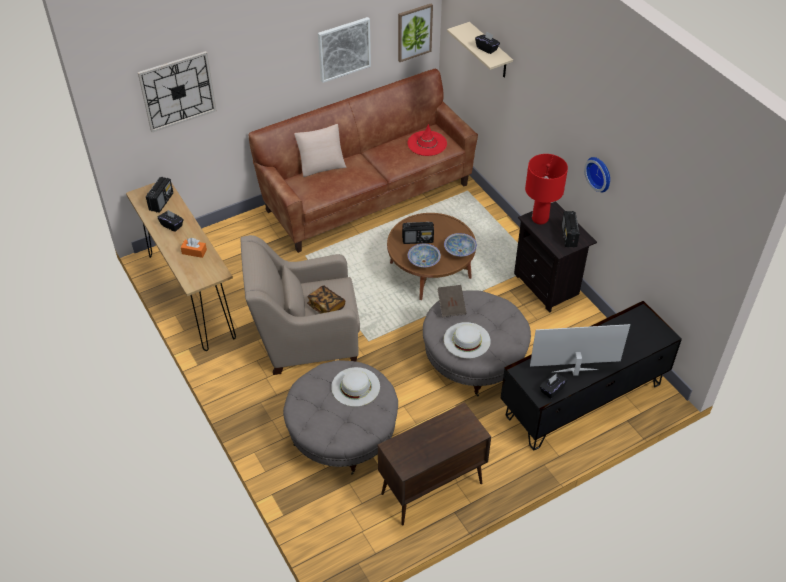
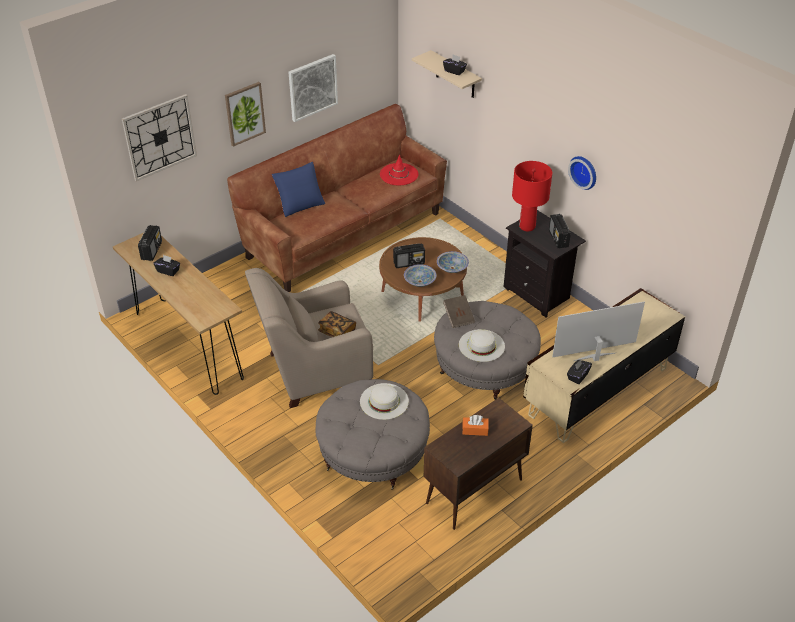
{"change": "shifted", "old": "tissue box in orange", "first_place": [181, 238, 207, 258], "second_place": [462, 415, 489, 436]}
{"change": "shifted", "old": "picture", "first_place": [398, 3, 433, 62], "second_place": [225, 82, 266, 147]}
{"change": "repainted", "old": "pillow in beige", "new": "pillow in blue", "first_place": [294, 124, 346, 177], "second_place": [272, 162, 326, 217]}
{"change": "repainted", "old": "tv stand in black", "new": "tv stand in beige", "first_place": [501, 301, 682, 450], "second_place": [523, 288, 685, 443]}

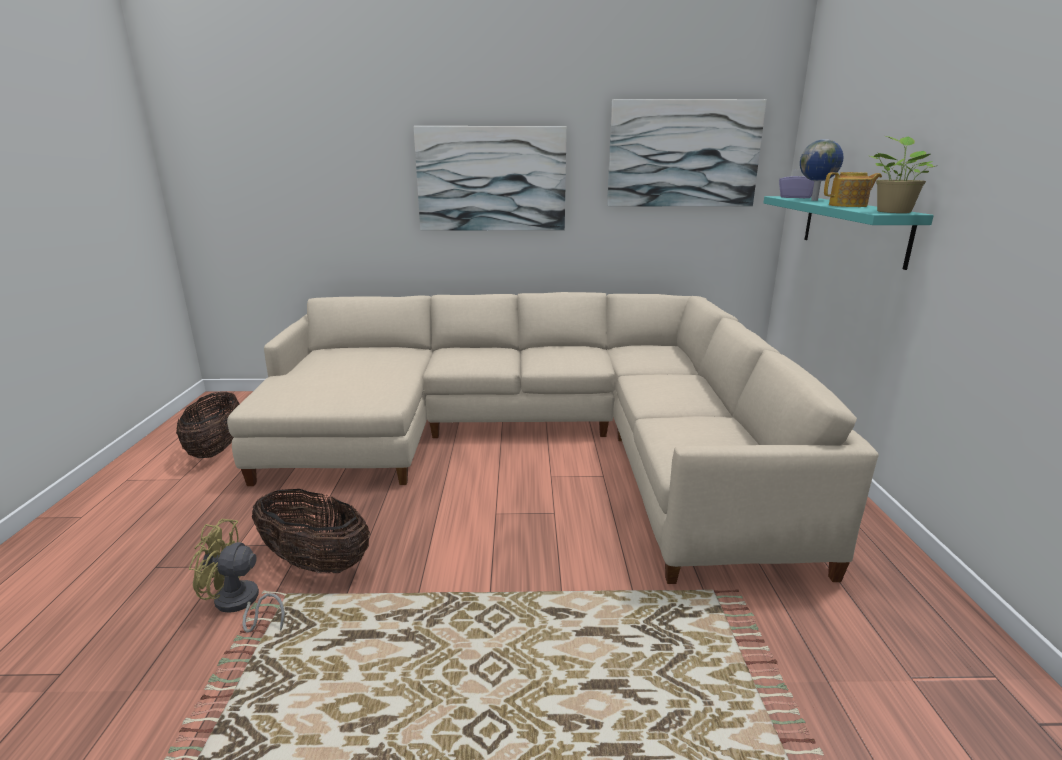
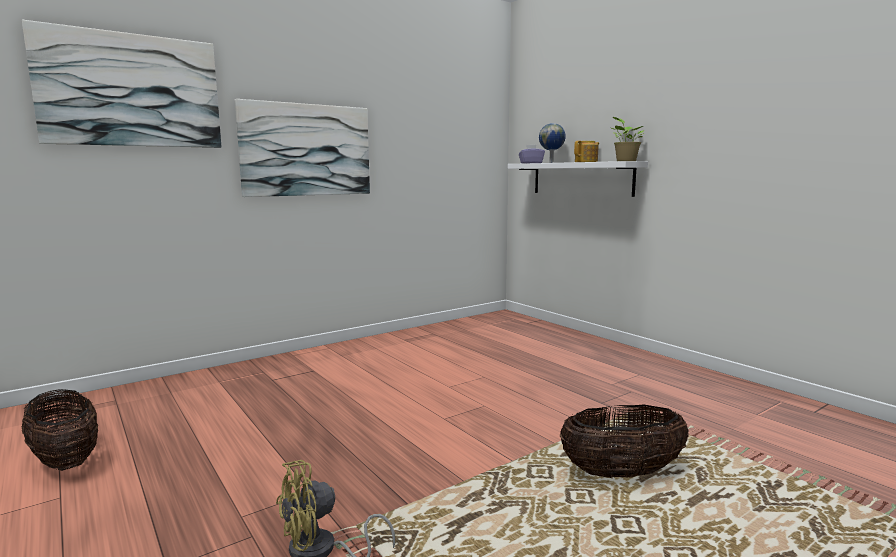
{"change": "gone", "old": "sofa in beige", "first_place": [227, 292, 879, 584]}
{"change": "shifted", "old": "basket", "first_place": [252, 489, 370, 573], "second_place": [560, 405, 689, 478]}
{"change": "shifted", "old": "picture", "first_place": [607, 99, 767, 206], "second_place": [22, 20, 221, 148]}
{"change": "repainted", "old": "shelf in turquoise", "new": "shelf in white", "first_place": [763, 196, 934, 270], "second_place": [508, 161, 648, 197]}

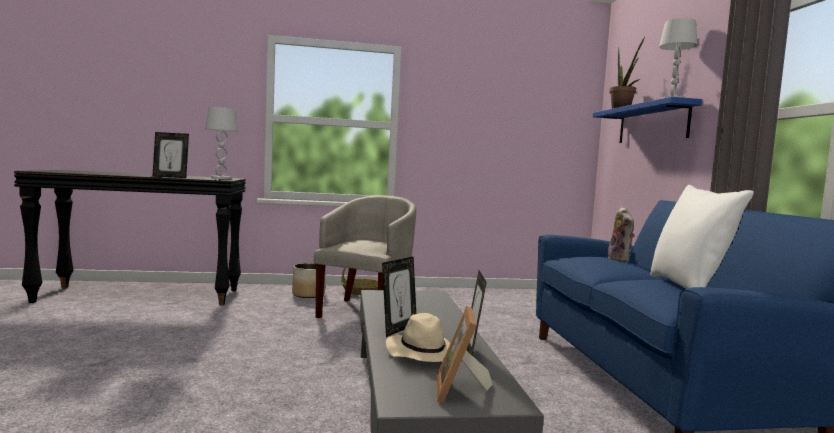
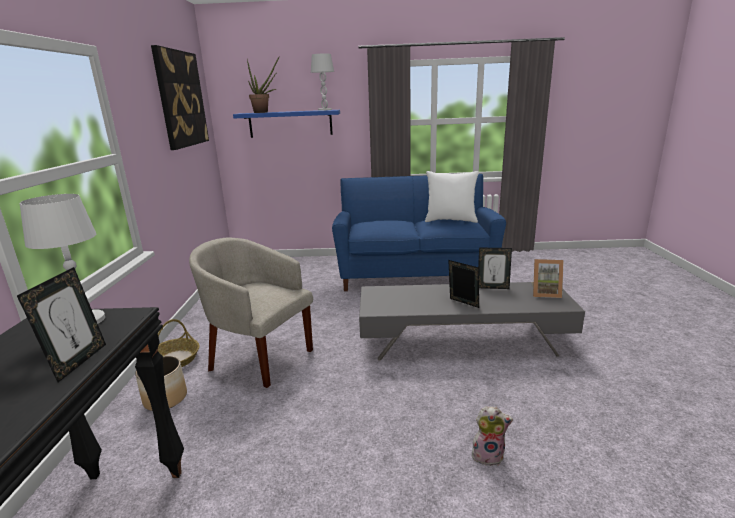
{"change": "gone", "old": "hat in beige", "first_place": [386, 313, 450, 362]}
{"change": "new", "new": "picture", "second_place": [151, 45, 209, 150]}
{"change": "shifted", "old": "plush toy", "first_place": [608, 207, 635, 262], "second_place": [472, 406, 513, 466]}

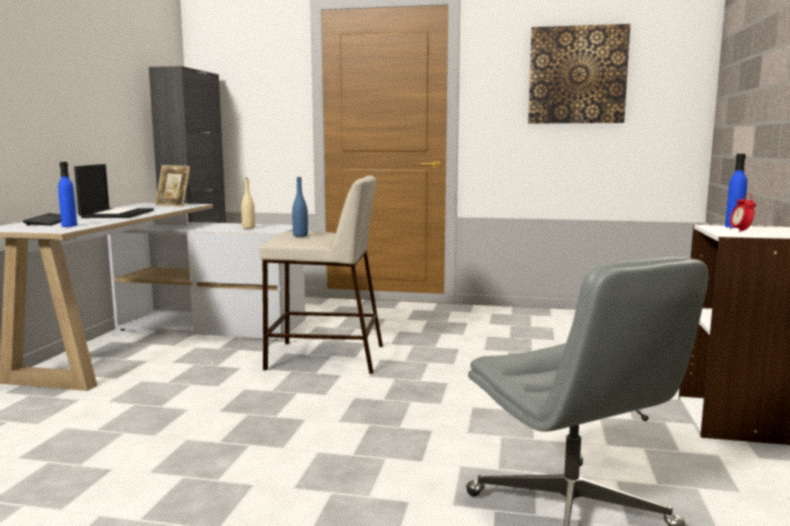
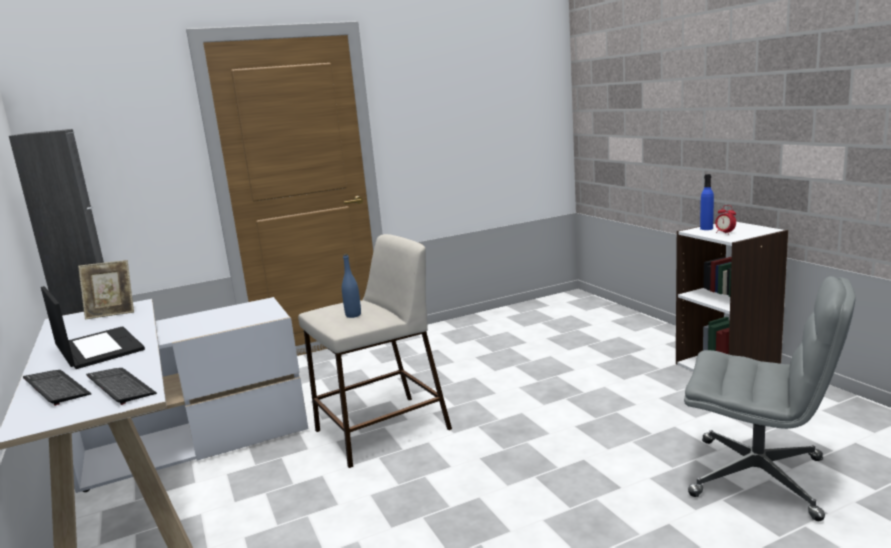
{"change": "gone", "old": "bottle in beige", "first_place": [241, 178, 255, 229]}
{"change": "gone", "old": "picture", "first_place": [528, 24, 630, 123]}
{"change": "swapped", "old": "bottle in blue", "new": "keyboard", "first_place": [58, 162, 77, 227], "second_place": [86, 368, 157, 405]}

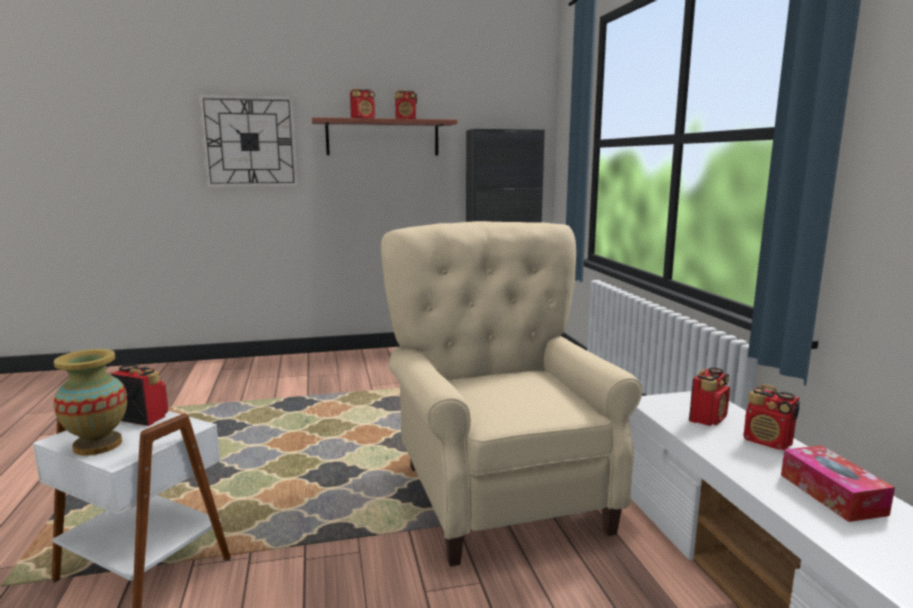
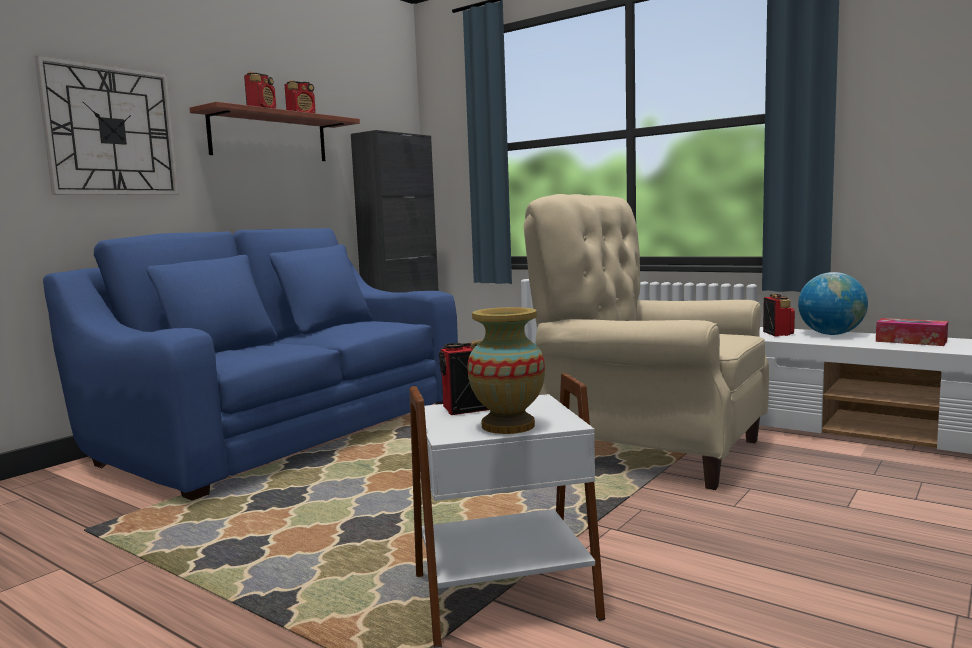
{"change": "new", "new": "sofa in blue", "second_place": [43, 228, 458, 500]}
{"change": "swapped", "old": "radio", "new": "globe", "first_place": [743, 384, 800, 450], "second_place": [798, 272, 868, 335]}

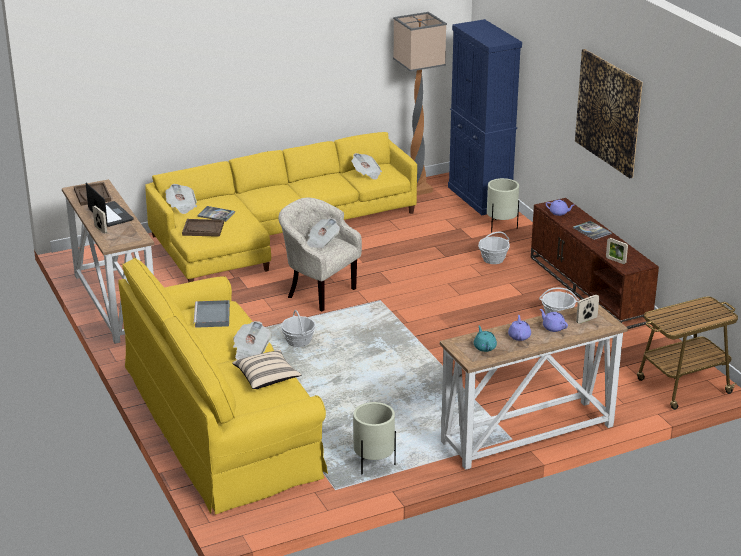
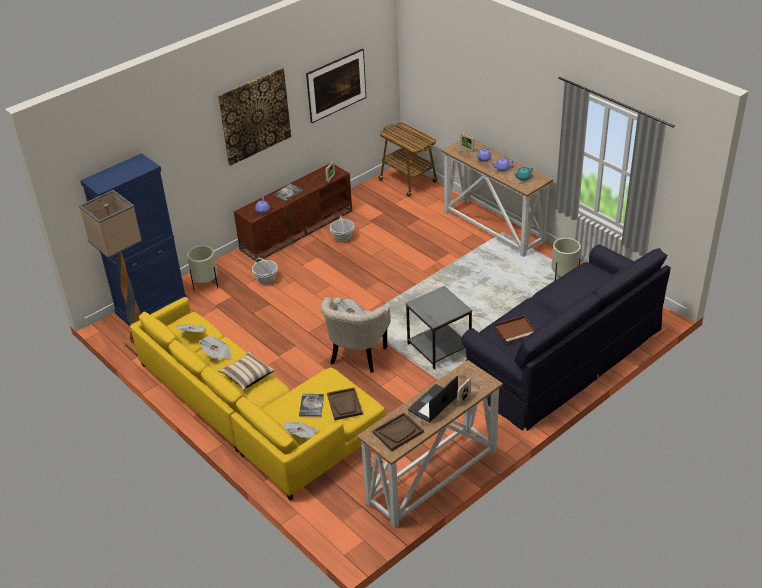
{"change": "new", "new": "picture", "second_place": [306, 49, 366, 123]}
{"change": "shifted", "old": "pillow in beige", "first_place": [232, 350, 301, 389], "second_place": [219, 351, 275, 391]}
{"change": "shifted", "old": "newspaper", "first_place": [233, 321, 271, 360], "second_place": [199, 336, 232, 360]}
{"change": "swapped", "old": "basket", "new": "side table in grey", "first_place": [281, 310, 316, 347], "second_place": [406, 286, 472, 369]}
{"change": "repainted", "old": "sofa in yellow", "new": "sofa in black", "first_place": [118, 258, 328, 515], "second_place": [462, 245, 671, 431]}
{"change": "repainted", "old": "tray in grey", "new": "tray in brown", "first_place": [194, 300, 230, 328], "second_place": [494, 315, 535, 344]}

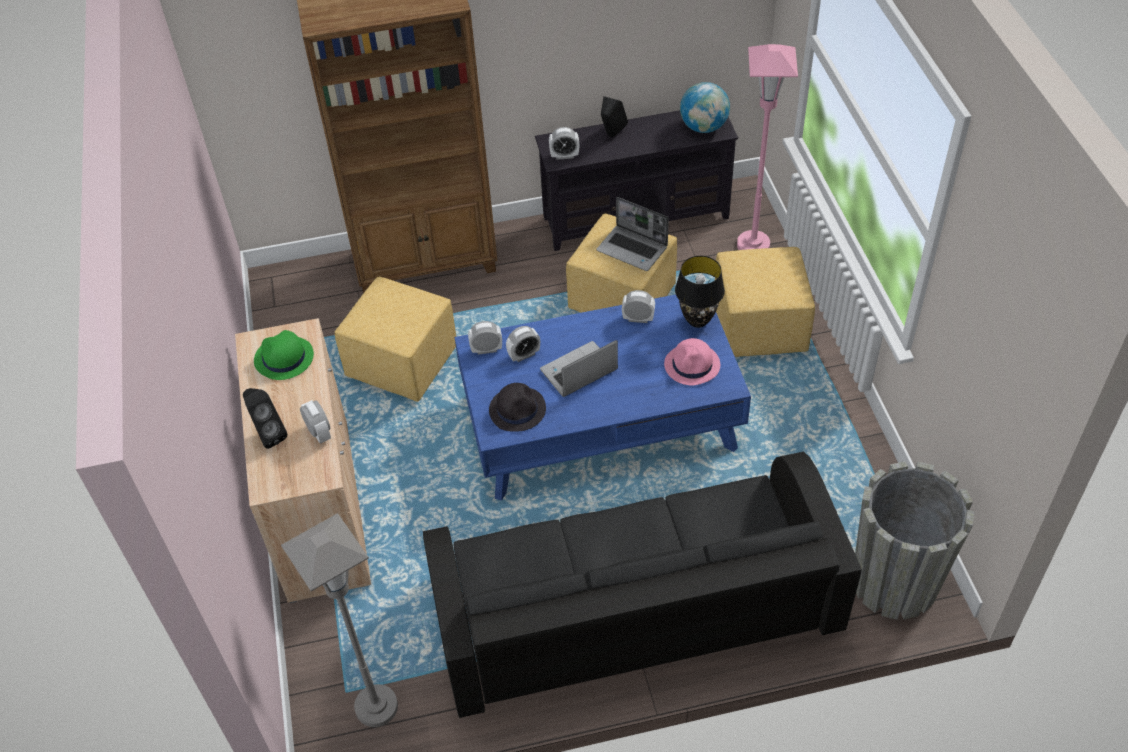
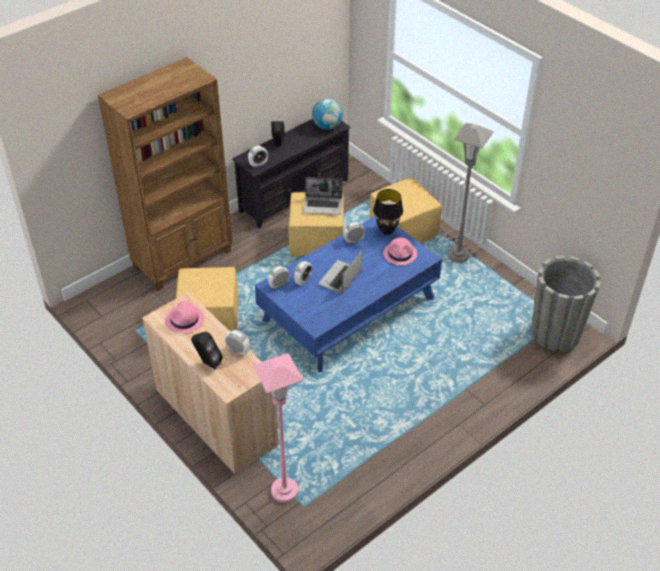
{"change": "gone", "old": "sofa in black", "first_place": [423, 451, 862, 718]}
{"change": "gone", "old": "hat in black", "first_place": [489, 383, 546, 432]}
{"change": "shifted", "old": "floor lamp in grey", "first_place": [281, 513, 398, 727], "second_place": [448, 123, 494, 263]}
{"change": "shifted", "old": "floor lamp in pink", "first_place": [737, 44, 798, 250], "second_place": [253, 353, 304, 503]}
{"change": "repainted", "old": "hat in green", "new": "hat in pink", "first_place": [254, 330, 314, 380], "second_place": [165, 301, 204, 333]}

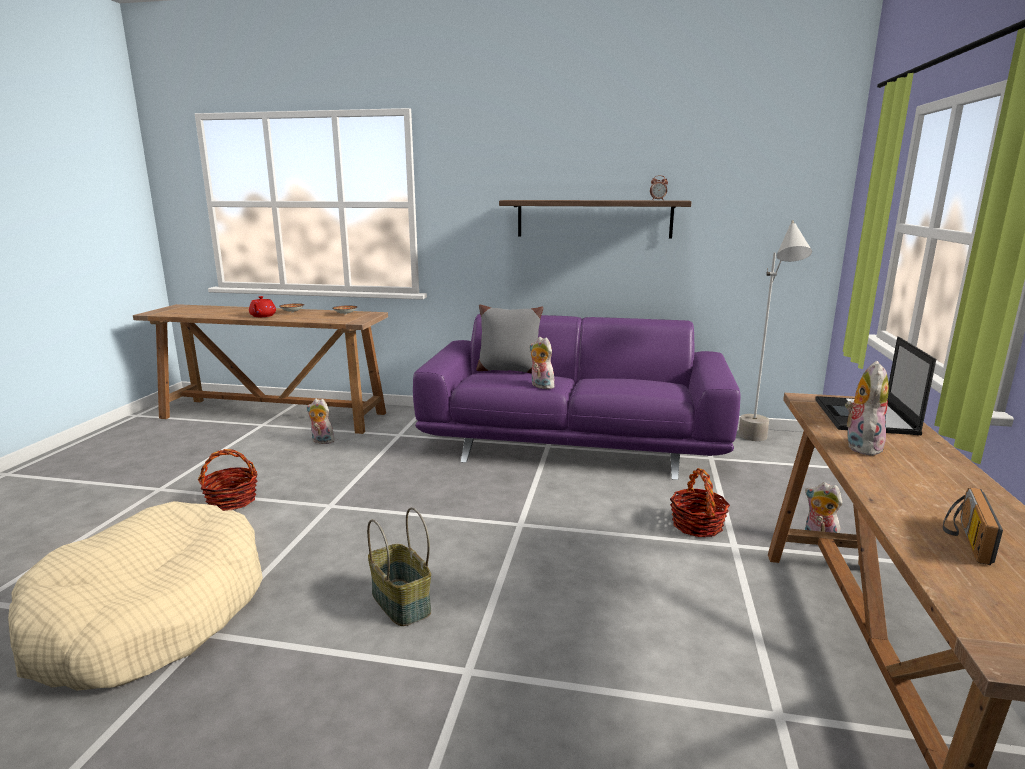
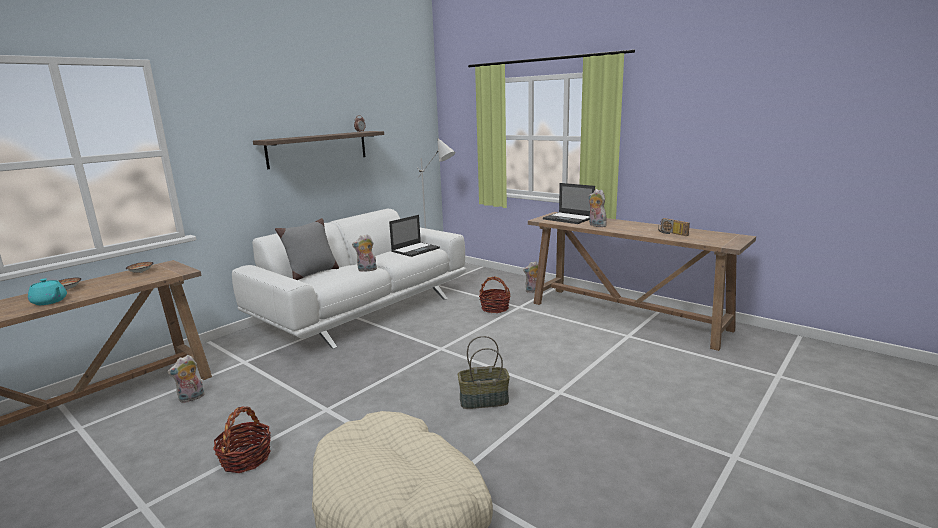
{"change": "new", "new": "laptop", "second_place": [389, 215, 440, 257]}
{"change": "repainted", "old": "teapot in red", "new": "teapot in turquoise", "first_place": [249, 296, 276, 317], "second_place": [28, 278, 67, 305]}
{"change": "repainted", "old": "sofa in purple", "new": "sofa in white", "first_place": [413, 314, 740, 480], "second_place": [232, 209, 466, 349]}

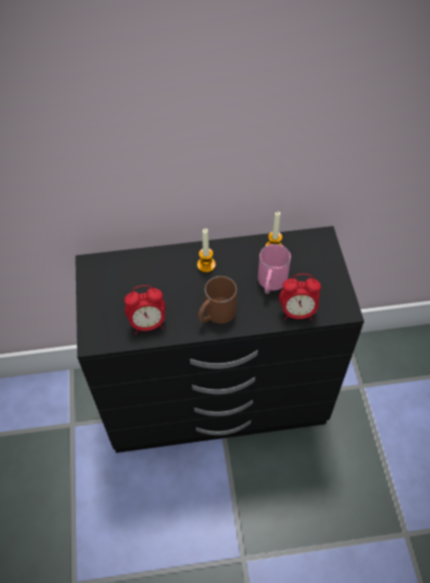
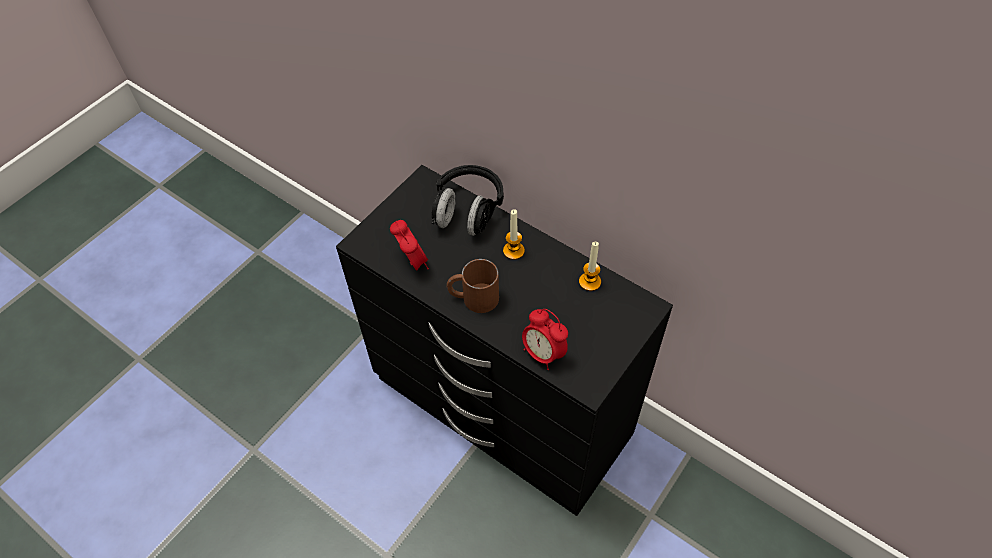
{"change": "gone", "old": "mug in pink", "first_place": [258, 244, 291, 294]}
{"change": "new", "new": "headphones in black", "second_place": [432, 165, 504, 236]}
{"change": "rotated", "old": "alarm clock", "first_place": [124, 285, 166, 334], "second_place": [390, 220, 429, 271], "degrees": -150}

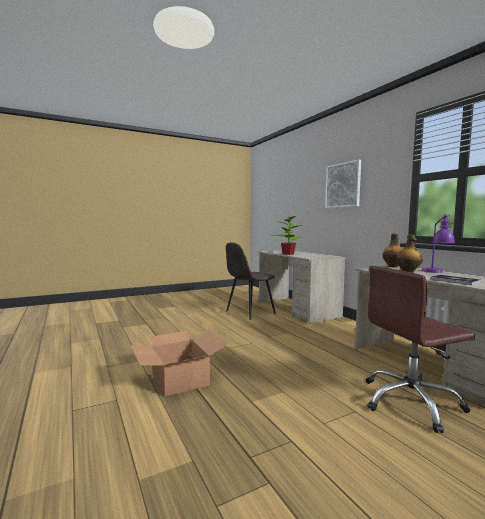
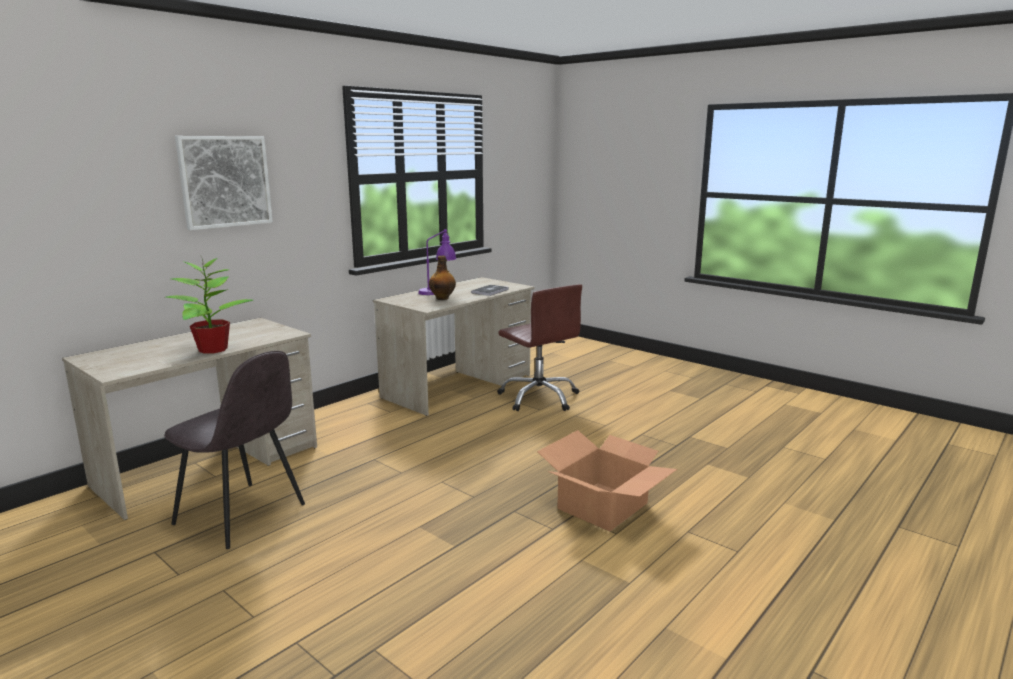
{"change": "gone", "old": "bottle", "first_place": [382, 233, 402, 267]}

